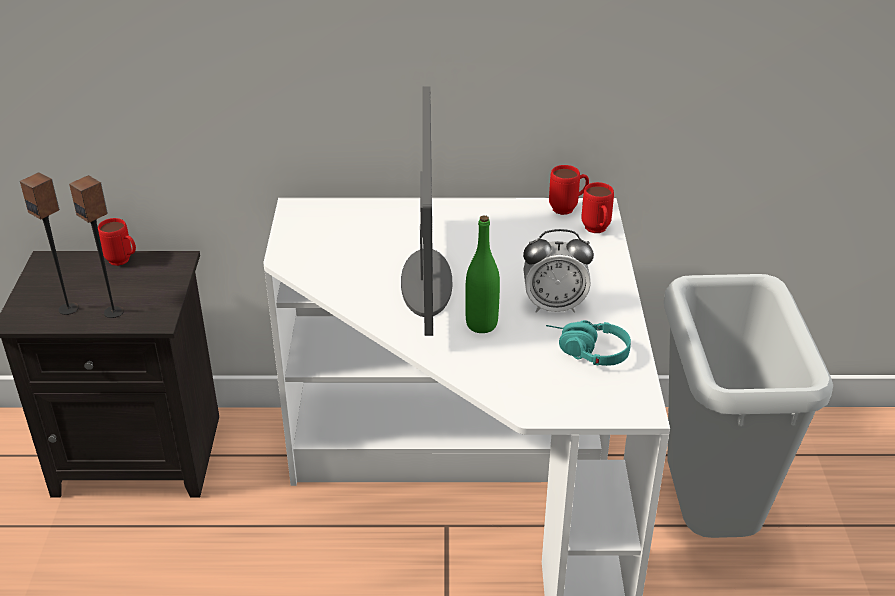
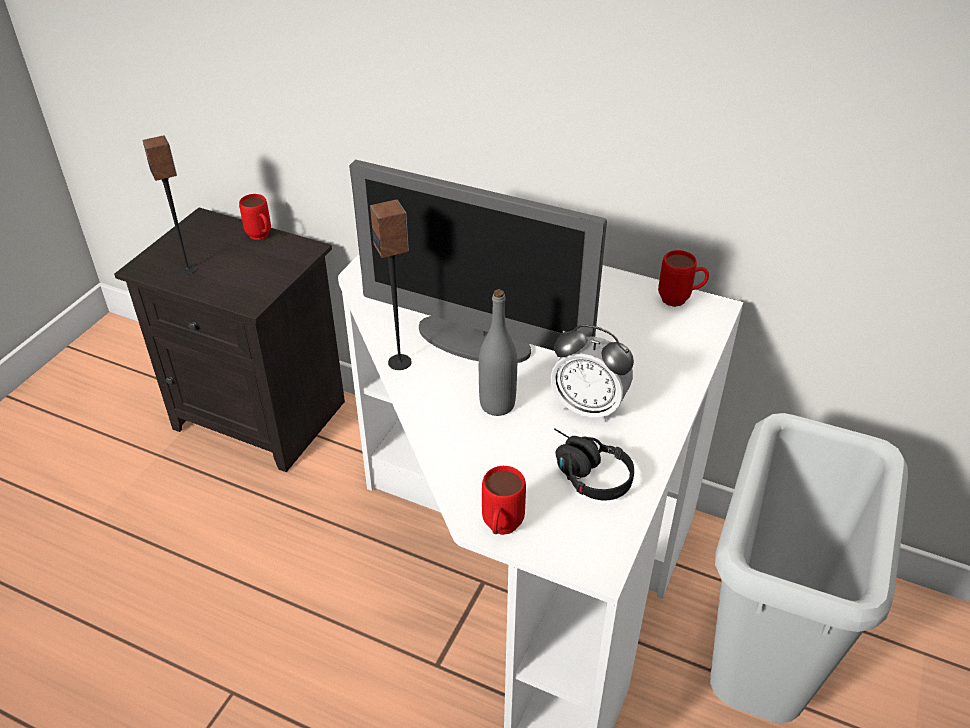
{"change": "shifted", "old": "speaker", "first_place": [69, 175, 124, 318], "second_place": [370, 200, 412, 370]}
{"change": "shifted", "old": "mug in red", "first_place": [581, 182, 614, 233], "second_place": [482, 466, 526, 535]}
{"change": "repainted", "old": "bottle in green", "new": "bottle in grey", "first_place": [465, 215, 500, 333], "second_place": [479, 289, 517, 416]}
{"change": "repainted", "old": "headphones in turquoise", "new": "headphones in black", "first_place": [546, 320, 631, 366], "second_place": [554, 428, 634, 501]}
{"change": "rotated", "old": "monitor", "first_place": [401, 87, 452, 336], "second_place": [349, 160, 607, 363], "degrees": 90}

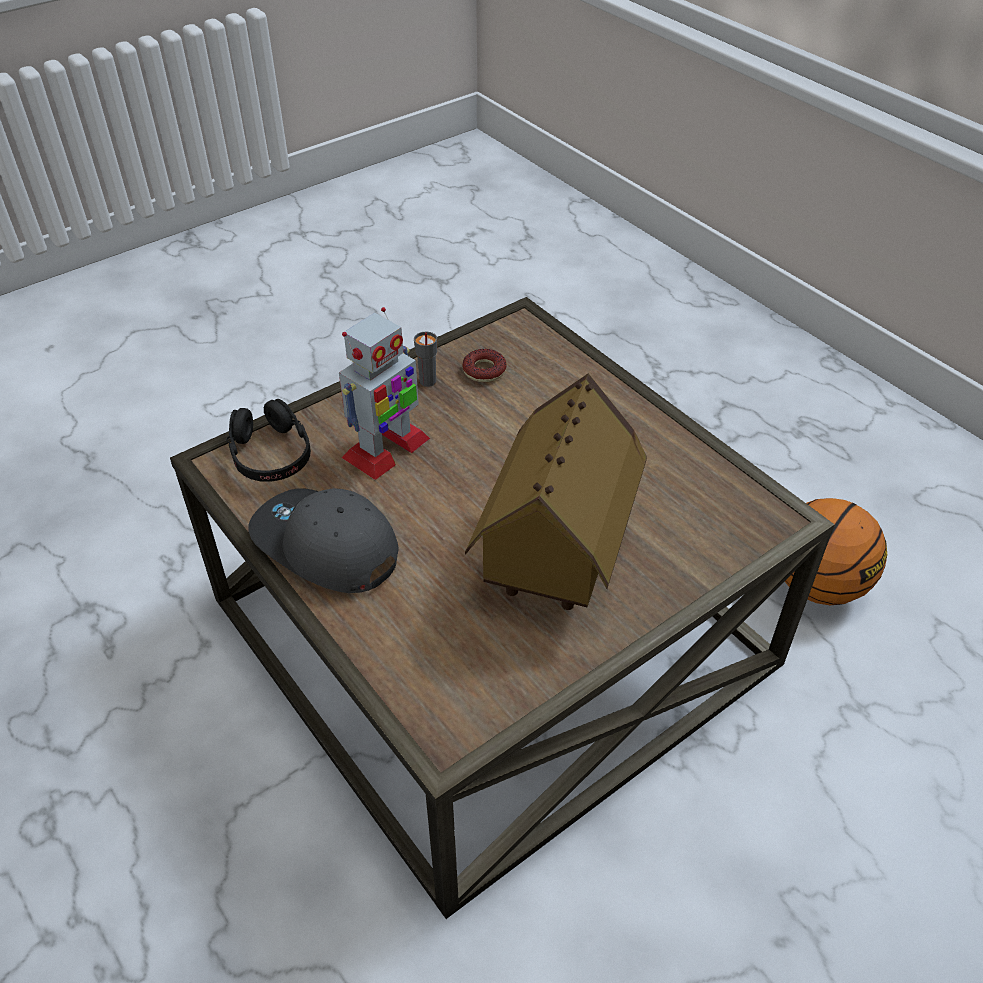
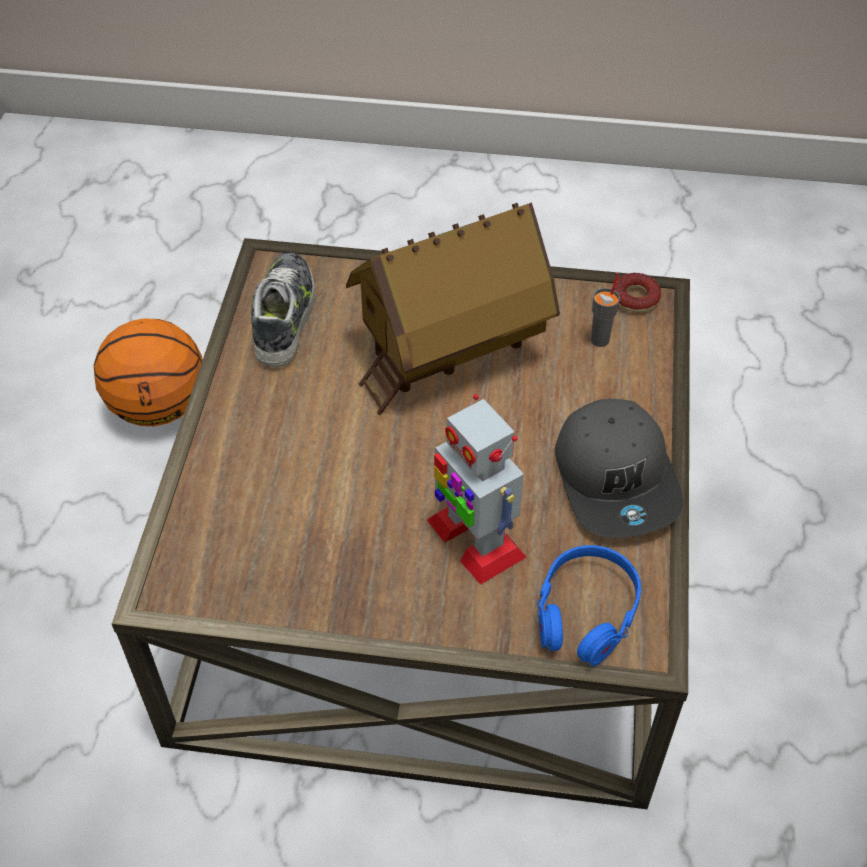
{"change": "new", "new": "shoe", "second_place": [251, 253, 315, 367]}
{"change": "shifted", "old": "cup in grey", "first_place": [414, 331, 437, 387], "second_place": [591, 273, 620, 347]}
{"change": "shifted", "old": "donut", "first_place": [462, 349, 506, 382], "second_place": [614, 273, 661, 312]}
{"change": "repainted", "old": "headphones in black", "new": "headphones in blue", "first_place": [226, 399, 311, 482], "second_place": [537, 545, 641, 666]}
{"change": "rotated", "old": "toy robot", "first_place": [339, 307, 430, 480], "second_place": [427, 394, 527, 585], "degrees": -120}

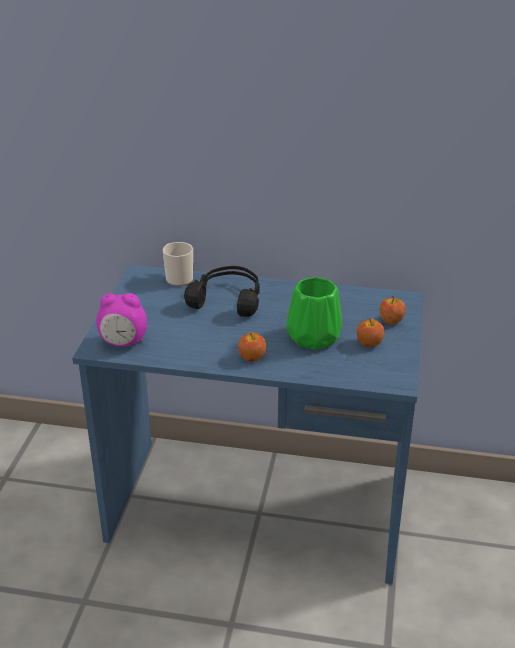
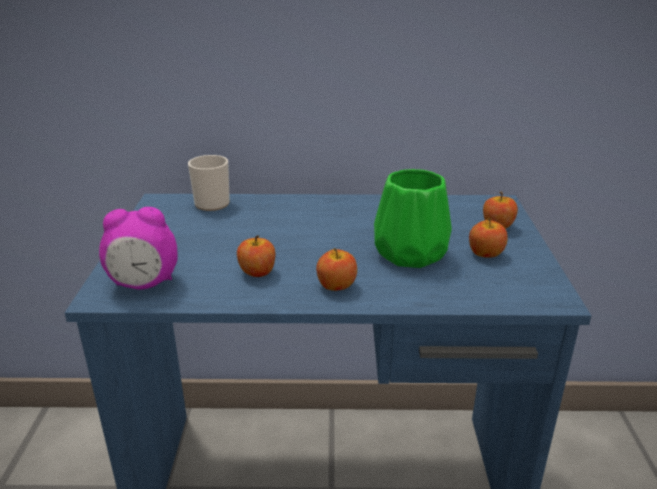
{"change": "gone", "old": "headphones in black", "first_place": [184, 266, 260, 317]}
{"change": "new", "new": "apple", "second_place": [237, 235, 275, 277]}

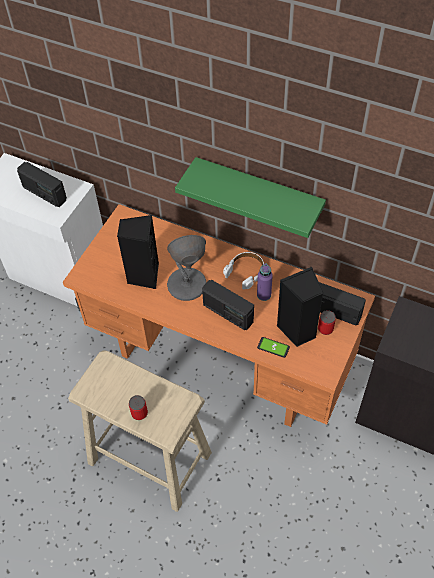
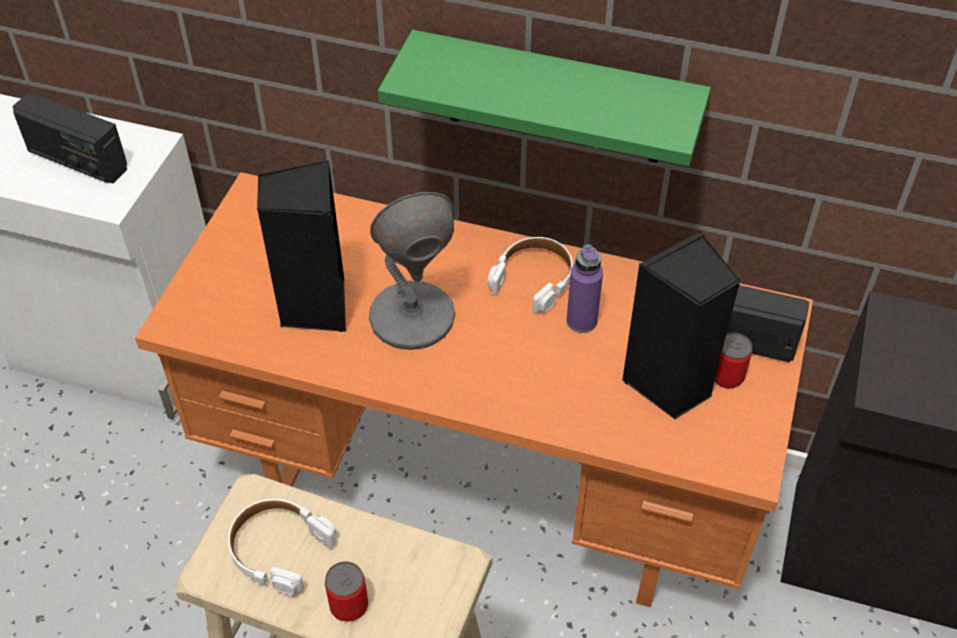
{"change": "gone", "old": "radio", "first_place": [202, 280, 254, 330]}
{"change": "gone", "old": "phone", "first_place": [257, 337, 290, 358]}
{"change": "new", "new": "headphones in white", "second_place": [228, 499, 337, 595]}

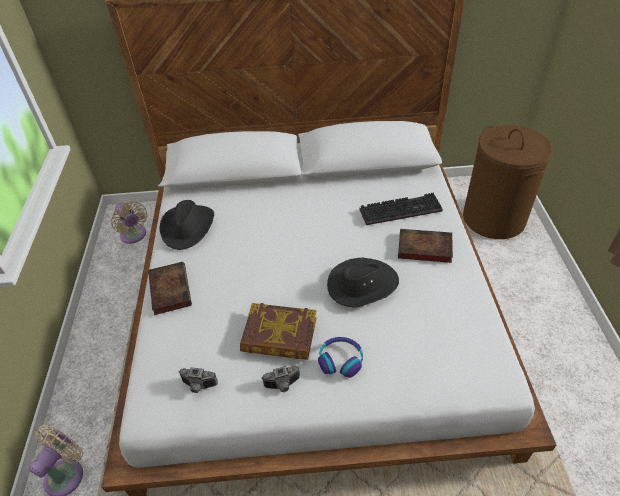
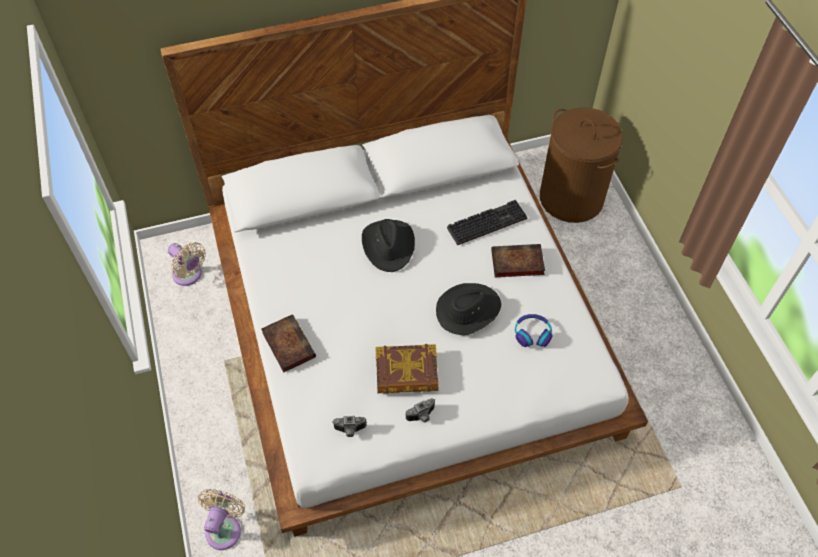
{"change": "shifted", "old": "hat in black", "first_place": [159, 200, 214, 250], "second_place": [362, 219, 415, 272]}
{"change": "shifted", "old": "headphones", "first_place": [318, 337, 363, 378], "second_place": [515, 314, 553, 347]}

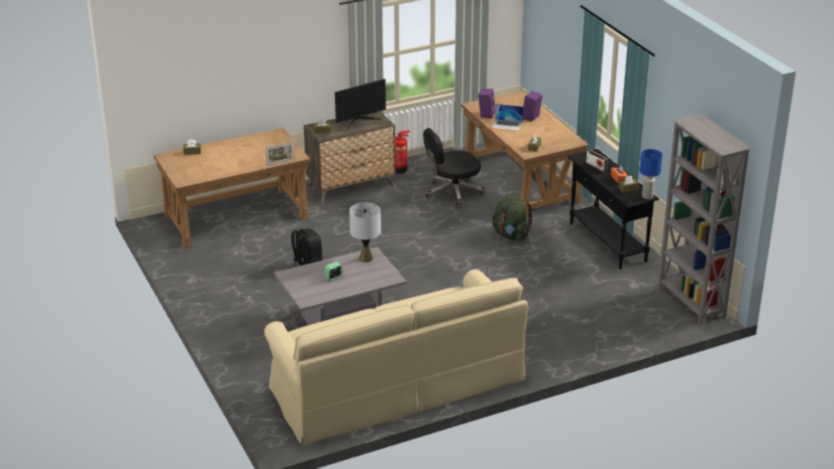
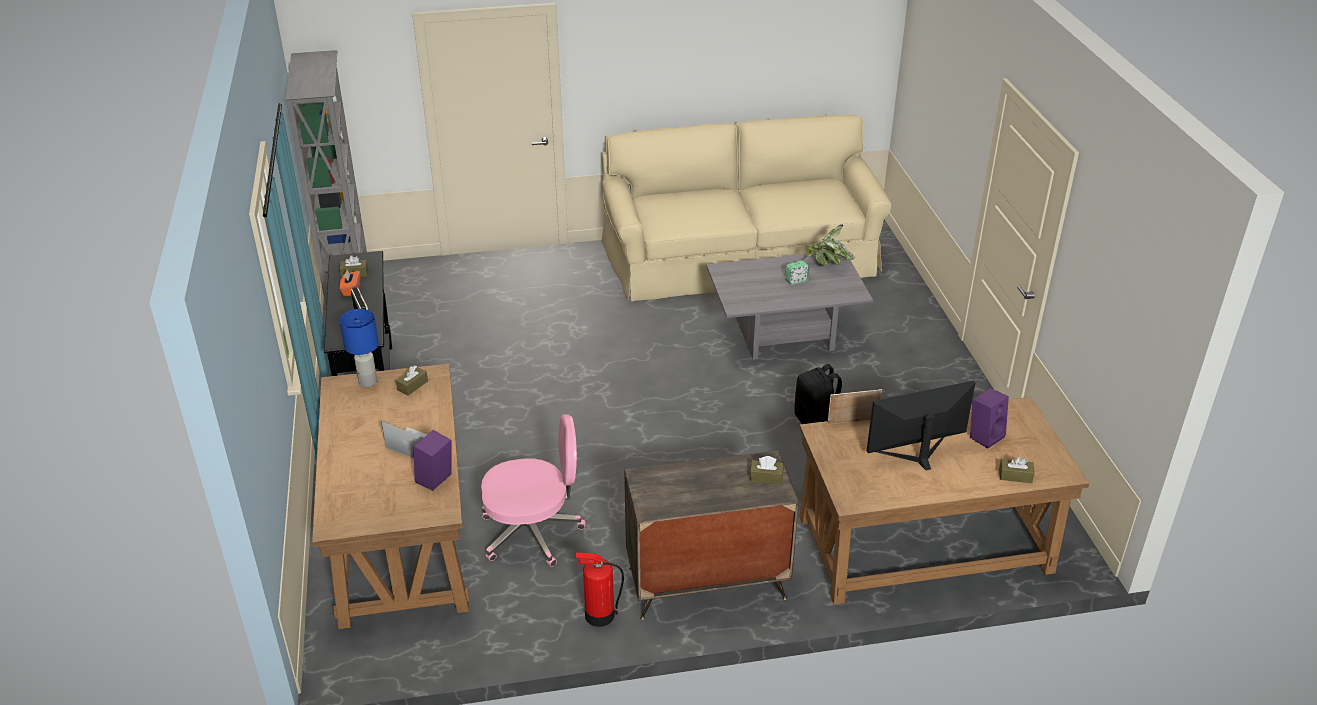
{"change": "gone", "old": "table lamp in grey", "first_place": [349, 203, 381, 262]}
{"change": "gone", "old": "backpack in green", "first_place": [492, 195, 533, 241]}
{"change": "new", "new": "potted plant", "second_place": [802, 224, 855, 266]}
{"change": "shifted", "old": "monitor", "first_place": [335, 79, 386, 130], "second_place": [867, 381, 975, 470]}
{"change": "shifted", "old": "speaker in purple", "first_place": [523, 91, 543, 122], "second_place": [970, 388, 1009, 449]}
{"change": "shifted", "old": "table lamp in blue", "first_place": [640, 149, 662, 199], "second_place": [339, 309, 379, 387]}
{"change": "repainted", "old": "office chair in black", "new": "office chair in pink", "first_place": [423, 128, 485, 208], "second_place": [481, 414, 586, 567]}

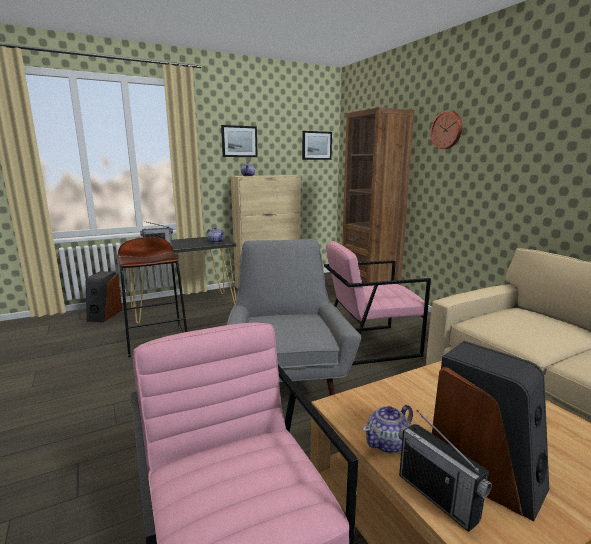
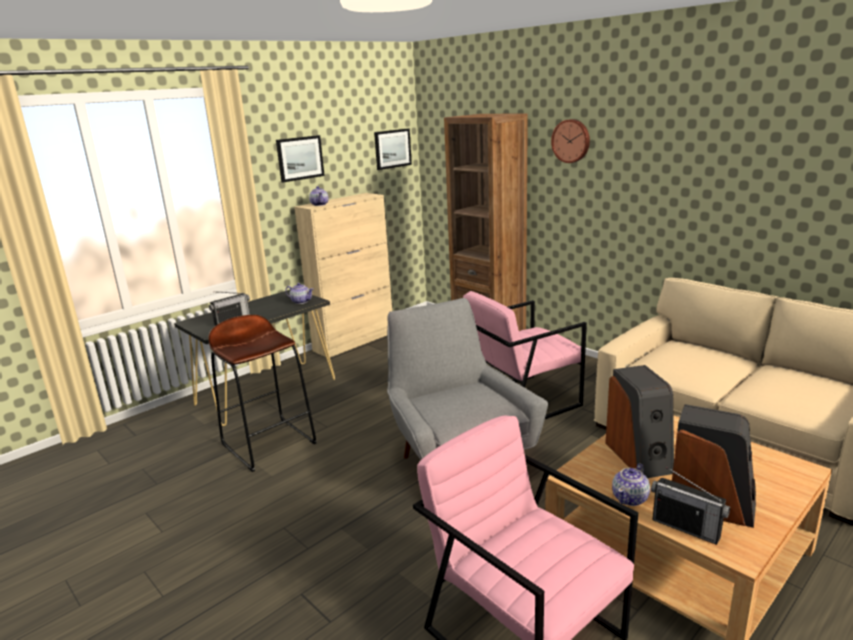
{"change": "shifted", "old": "speaker", "first_place": [85, 271, 122, 322], "second_place": [605, 365, 674, 478]}

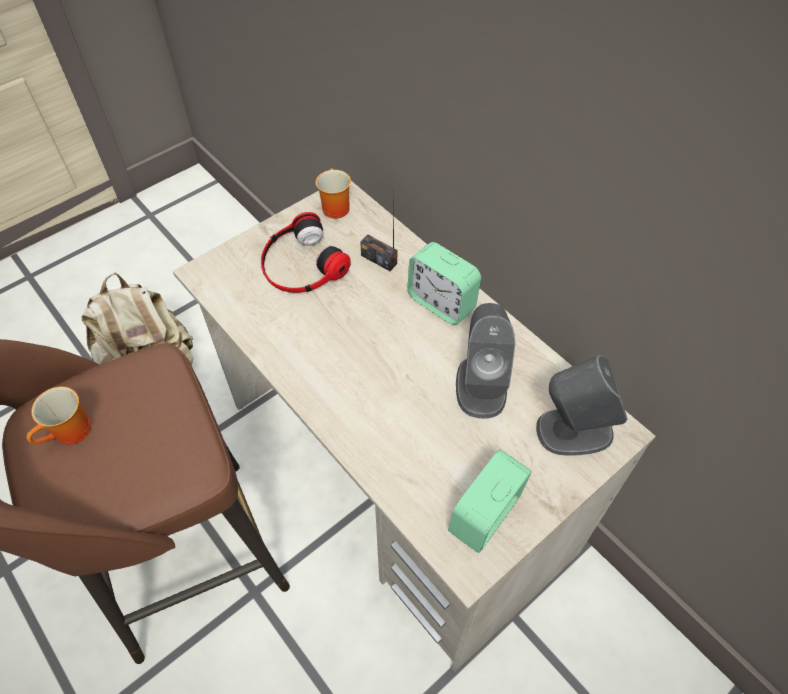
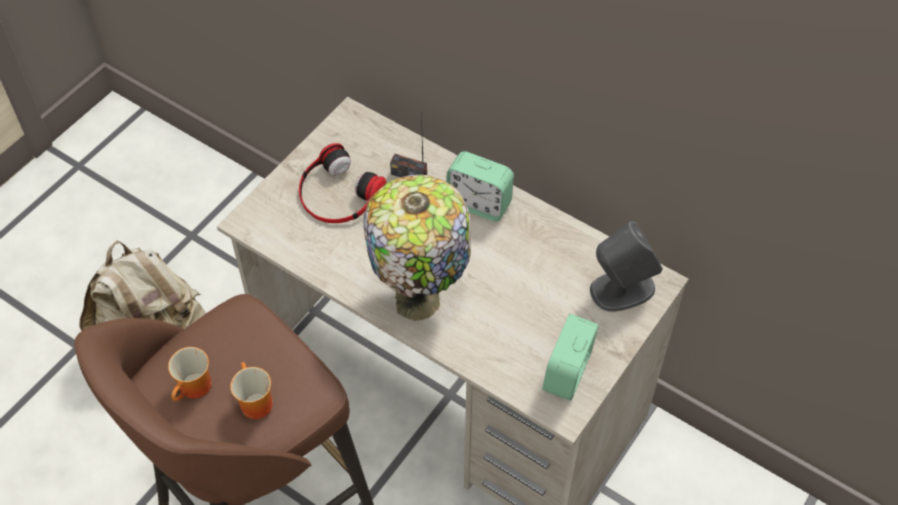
{"change": "gone", "old": "speaker in grey", "first_place": [456, 303, 515, 419]}
{"change": "new", "new": "table lamp", "second_place": [363, 175, 471, 321]}
{"change": "shifted", "old": "mug", "first_place": [316, 168, 351, 219], "second_place": [230, 362, 273, 419]}

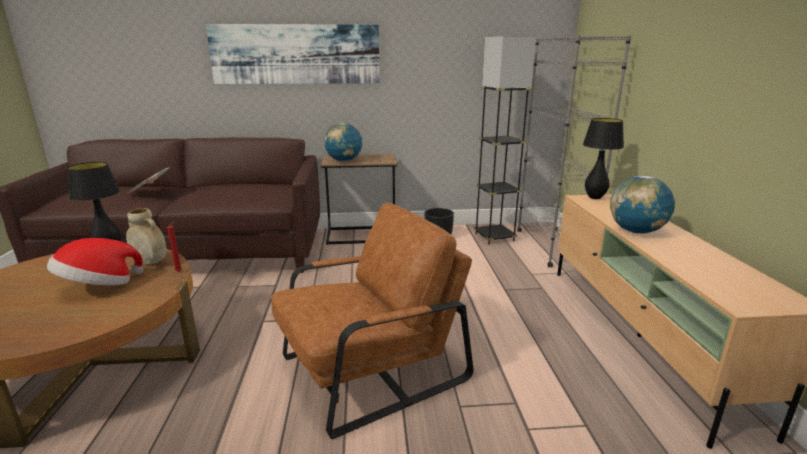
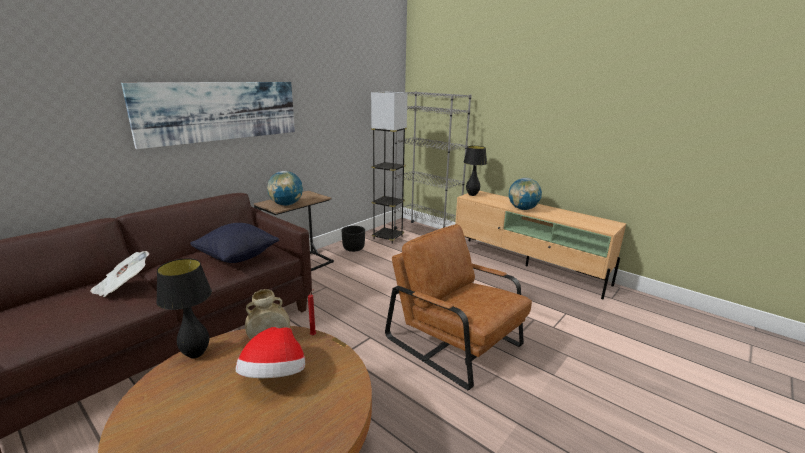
{"change": "new", "new": "pillow in black", "second_place": [190, 223, 279, 263]}
{"change": "rotated", "old": "armchair in brown", "first_place": [271, 202, 474, 439], "second_place": [385, 224, 532, 391], "degrees": -60}

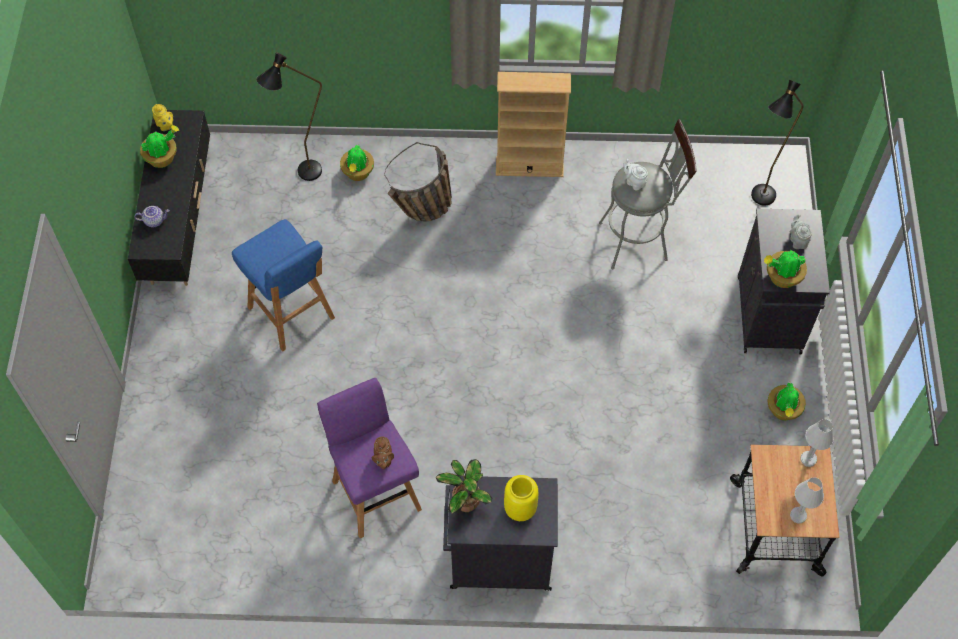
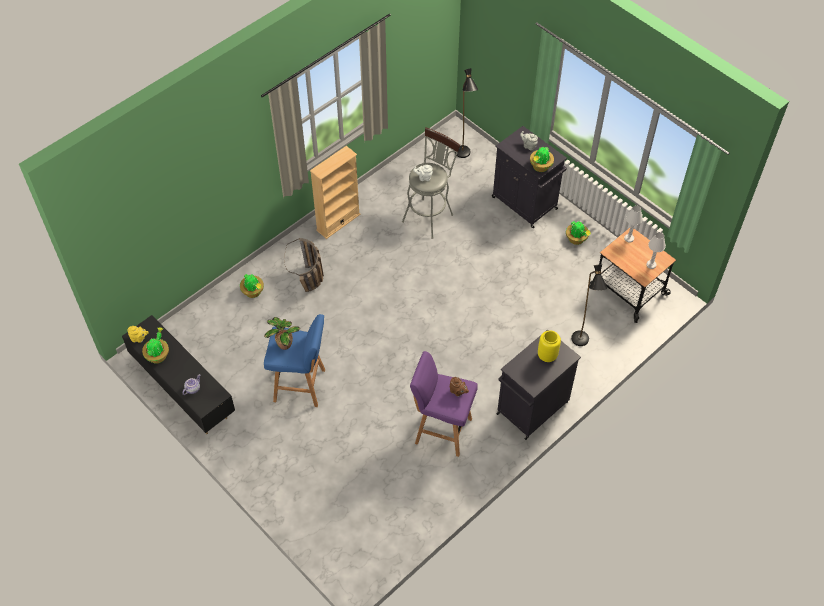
{"change": "shifted", "old": "floor lamp in black", "first_place": [256, 52, 322, 181], "second_place": [571, 264, 607, 346]}
{"change": "shifted", "old": "potted plant", "first_place": [436, 459, 492, 514], "second_place": [264, 317, 300, 350]}

